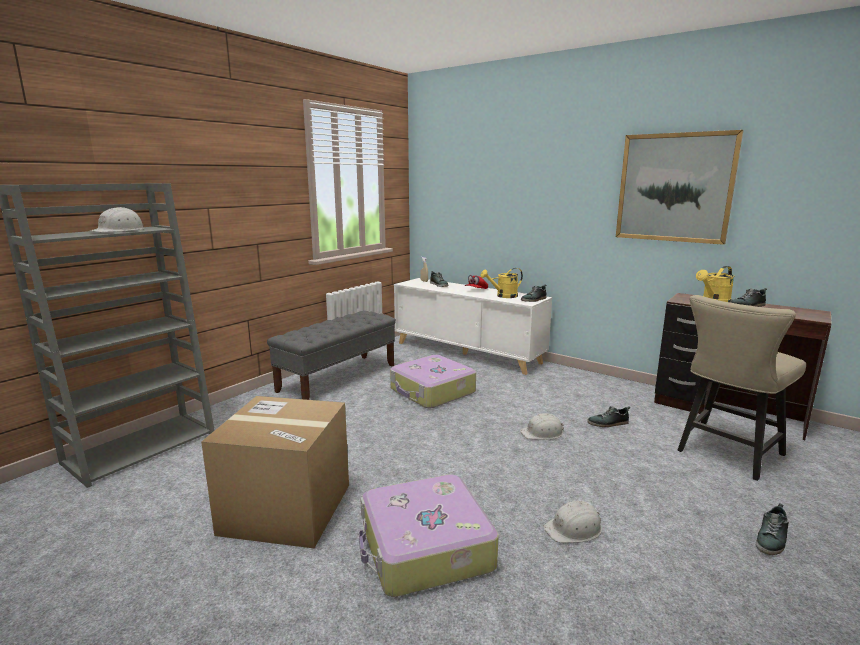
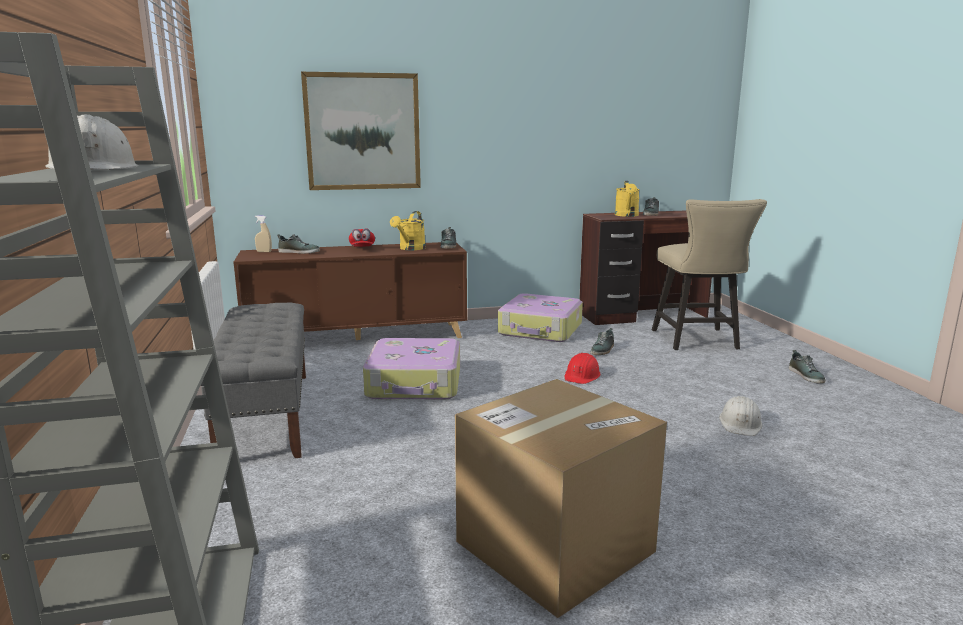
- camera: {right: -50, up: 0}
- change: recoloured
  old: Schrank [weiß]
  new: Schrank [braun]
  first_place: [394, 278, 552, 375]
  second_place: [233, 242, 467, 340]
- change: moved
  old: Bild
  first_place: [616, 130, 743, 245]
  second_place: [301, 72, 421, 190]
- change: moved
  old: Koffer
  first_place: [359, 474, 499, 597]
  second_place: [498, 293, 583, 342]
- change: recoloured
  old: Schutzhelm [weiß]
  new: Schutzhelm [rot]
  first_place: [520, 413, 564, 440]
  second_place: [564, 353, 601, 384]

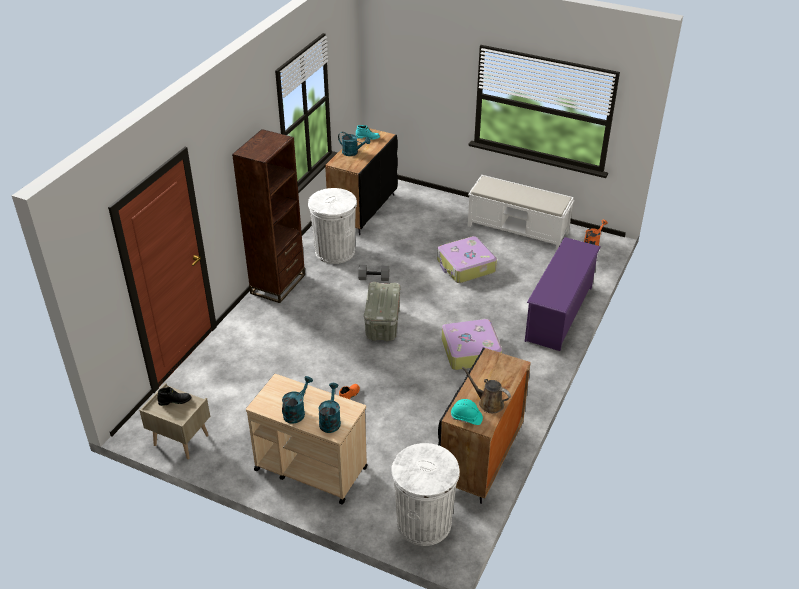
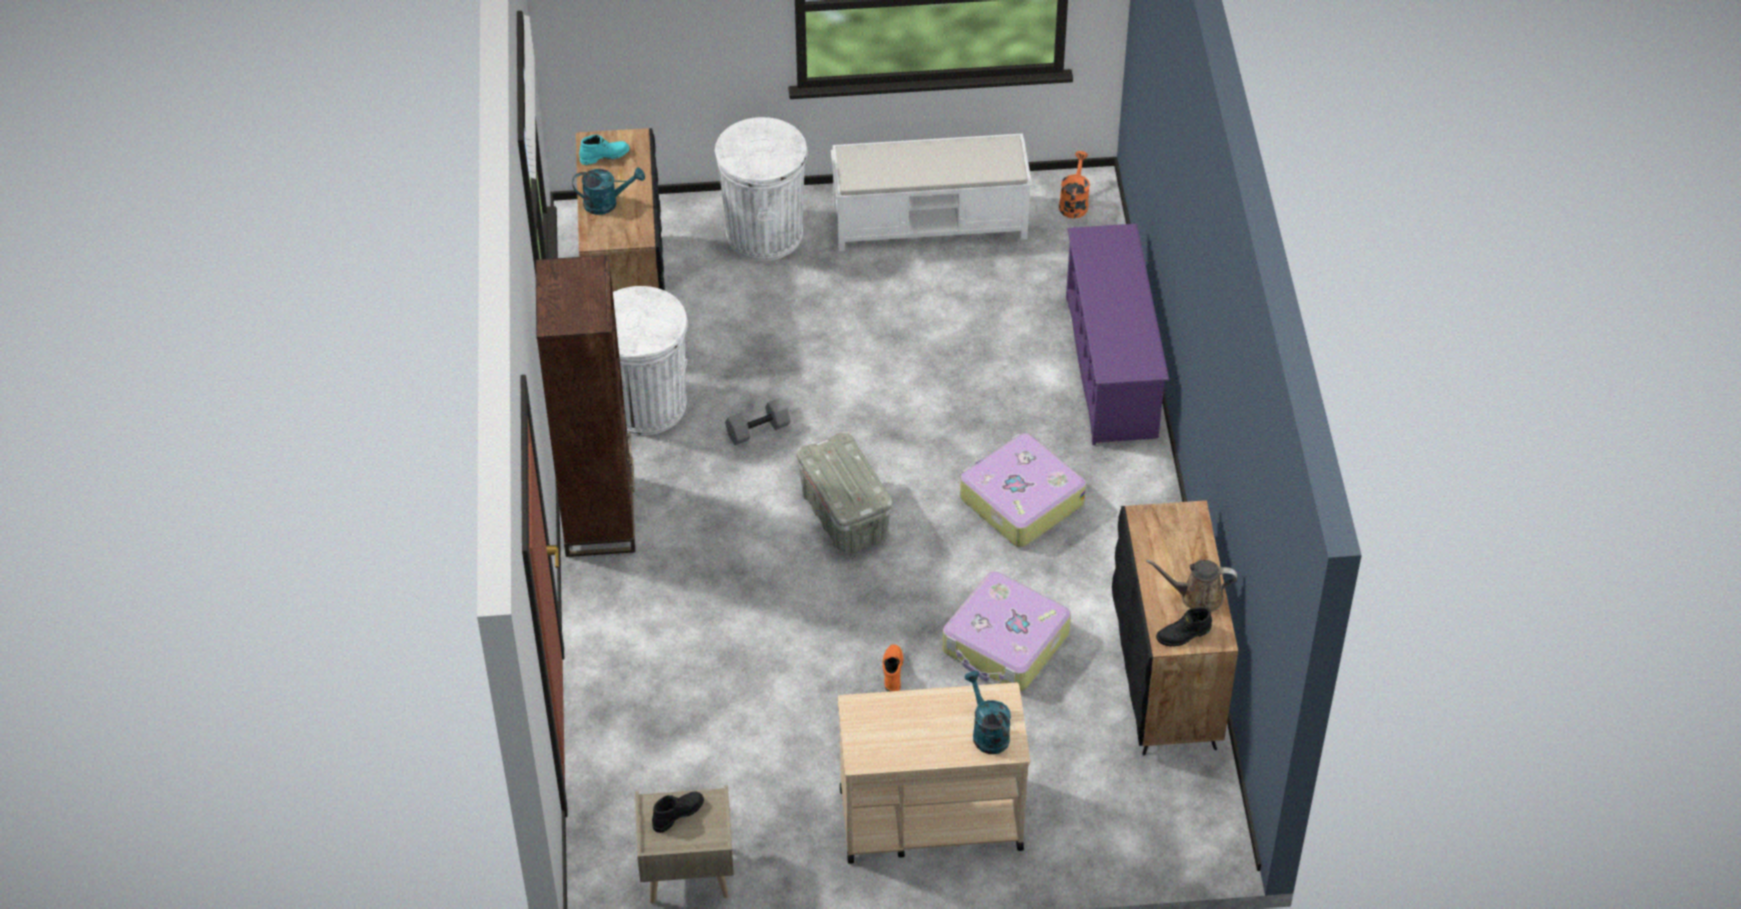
- camera: {right: -30, up: 10}
- change: moved
  old: Mülleimer [weiß]
  first_place: [391, 443, 460, 546]
  second_place: [715, 117, 808, 261]
- change: moved
  old: Koffer
  first_place: [437, 236, 497, 283]
  second_place: [943, 571, 1071, 692]
- change: replaced
  old: Schutzhelm [türkis]
  new: Stiefel [schwarz]
  first_place: [450, 399, 483, 425]
  second_place: [1156, 607, 1212, 646]
- change: removed
  old: Gießkanne [türkis]
  first_place: [282, 376, 313, 424]

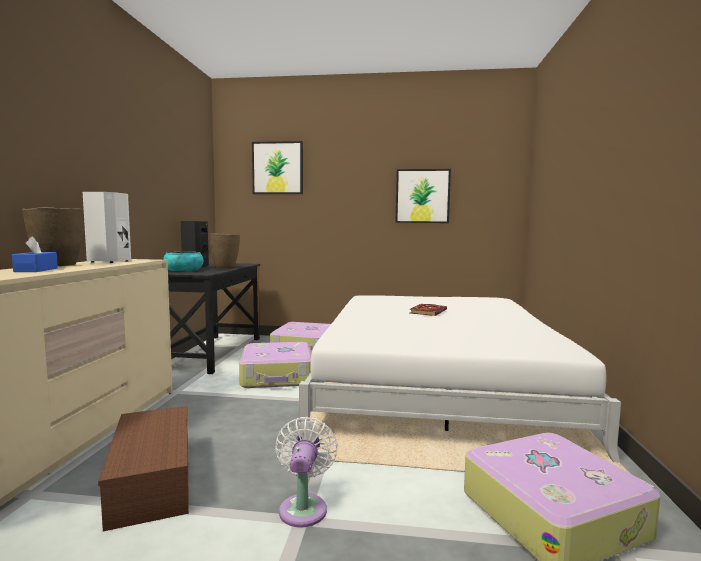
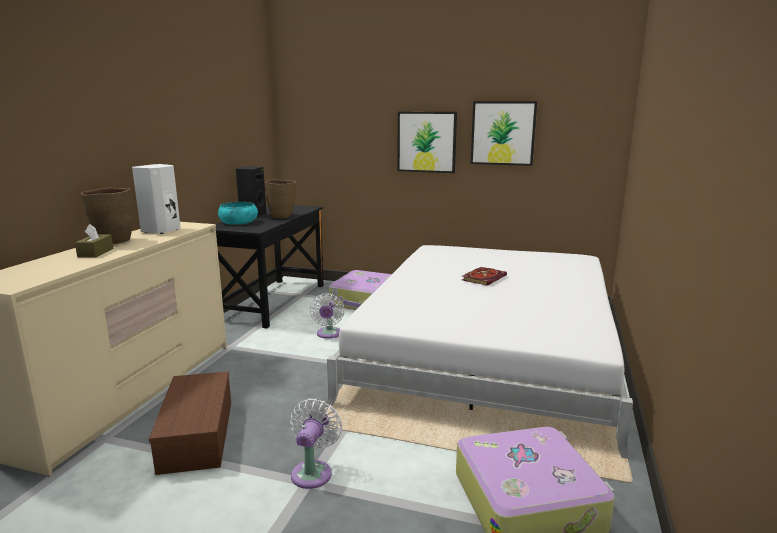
- camera: {right: 10, up: 10}
- change: recoloured
  old: Taschentuchbox [blau]
  new: Taschentuchbox [braun]
  first_place: [12, 236, 58, 272]
  second_place: [75, 224, 113, 258]
- change: replaced
  old: Koffer
  new: Ventilator [weiß]
  first_place: [239, 342, 311, 388]
  second_place: [309, 293, 345, 339]
- change: moved
  old: Bild
  first_place: [252, 141, 303, 194]
  second_place: [397, 112, 457, 173]

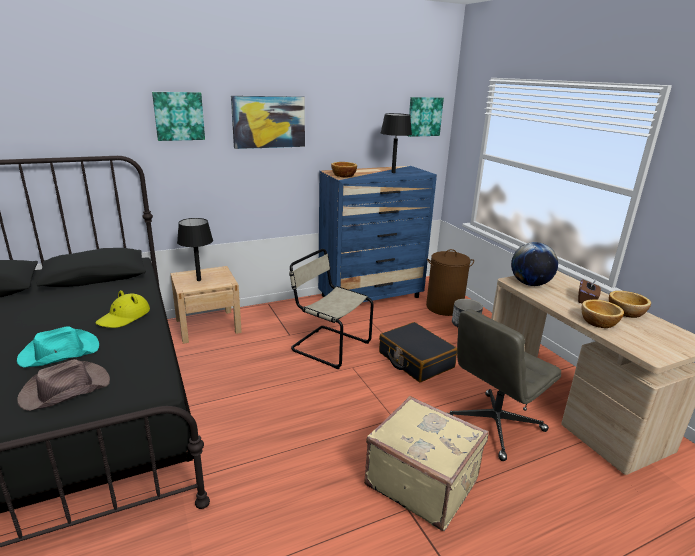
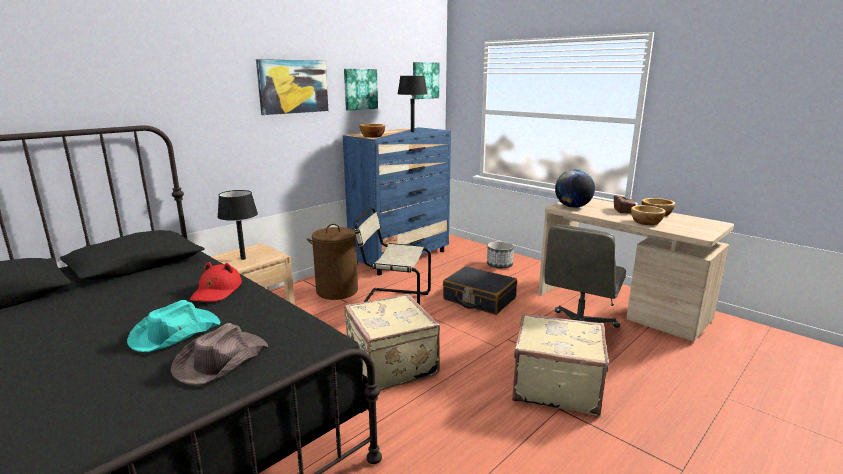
- camera: {right: -20, up: -5}
- change: recoloured
  old: Hut [gelb]
  new: Hut [rot]
  first_place: [96, 290, 150, 328]
  second_place: [190, 262, 242, 302]
- change: moved
  old: Wäschekorb [braun]
  first_place: [426, 249, 474, 316]
  second_place: [307, 224, 358, 300]
- change: moved
  old: Bild
  first_place: [152, 92, 205, 141]
  second_place: [344, 69, 378, 111]
- change: added
  new: Koffer [beige]
  second_place: [344, 294, 440, 391]

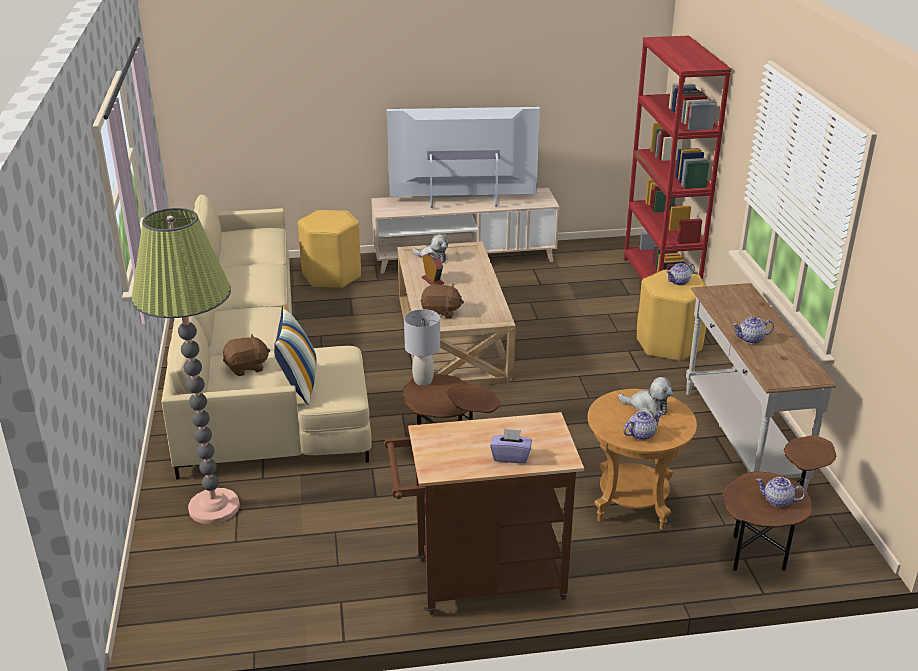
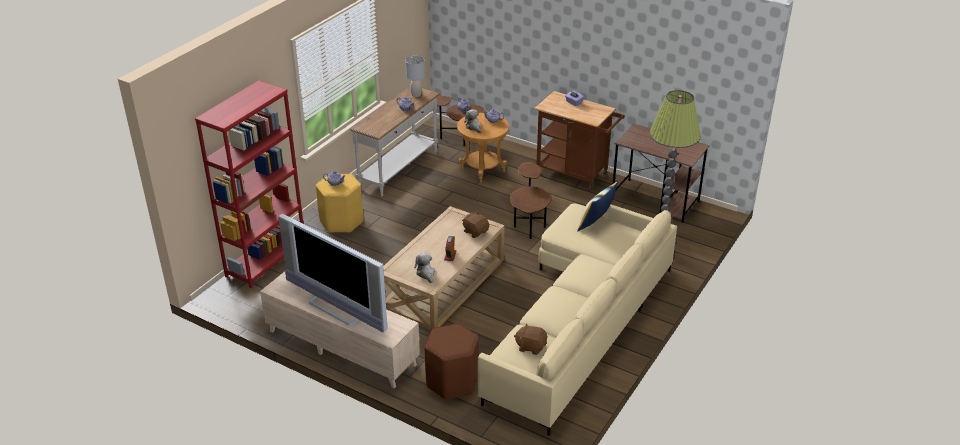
- camera: {right: -140, up: 5}
- change: moved
  old: Tischlampe [grau]
  first_place: [404, 309, 440, 386]
  second_place: [405, 56, 425, 97]
- change: recoloured
  old: Hocker [gelb]
  new: Hocker [braun]
  first_place: [298, 210, 361, 288]
  second_place: [424, 323, 479, 400]
- change: moved
  old: Plüschtier [braun]
  first_place: [223, 334, 270, 376]
  second_place: [514, 323, 547, 355]
- change: added
  new: Schreibtisch [braun]
  second_place: [613, 124, 710, 223]

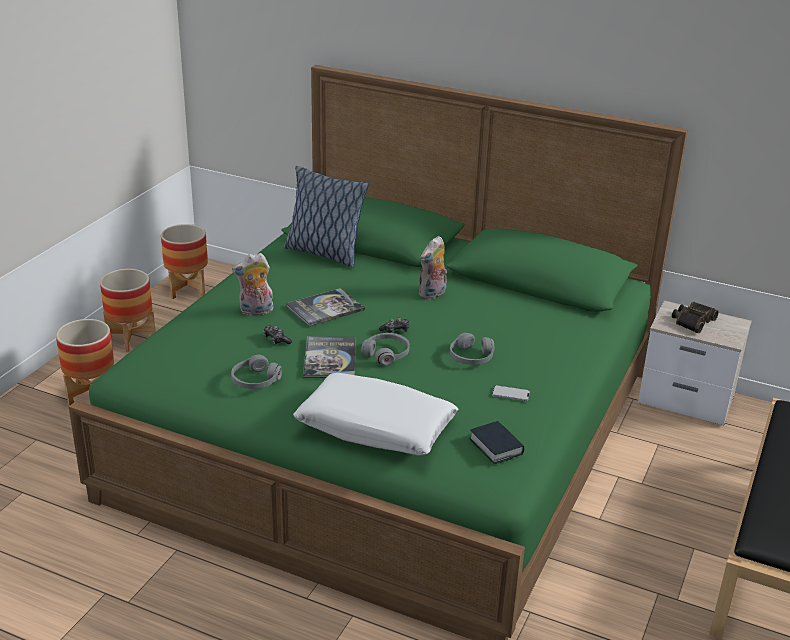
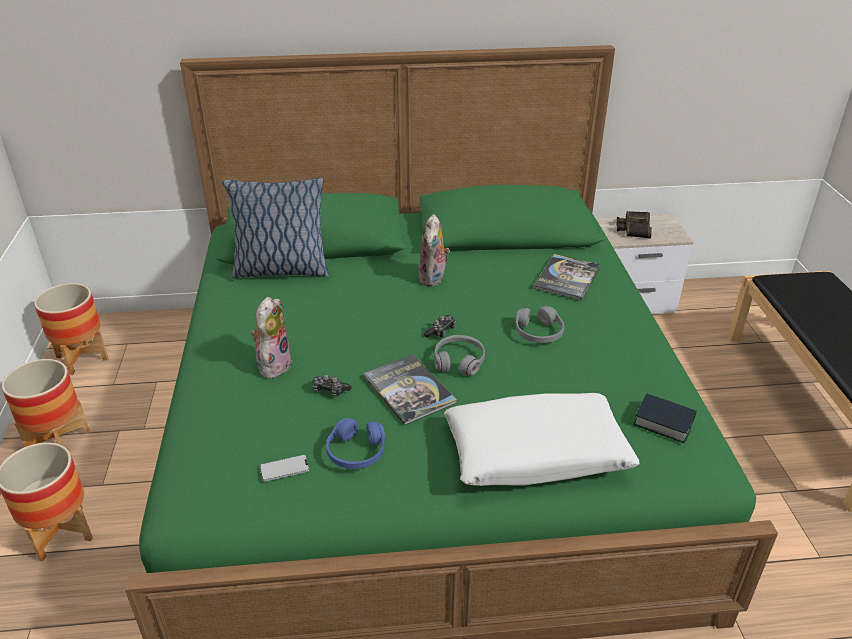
- camera: {right: -30, up: 5}
- change: turned
  old: Plüschtier
  first_place: [232, 253, 273, 316]
  second_place: [251, 297, 292, 379]
  degrees: 150
- change: moved
  old: Handy
  first_place: [492, 385, 530, 401]
  second_place: [260, 455, 309, 482]
- change: recoloured
  old: Kopfhörer [grau]
  new: Kopfhörer [blau]
  first_place: [231, 355, 282, 389]
  second_place: [326, 418, 385, 469]
- change: moved
  old: Buch
  first_place: [286, 288, 365, 326]
  second_place: [533, 254, 601, 300]

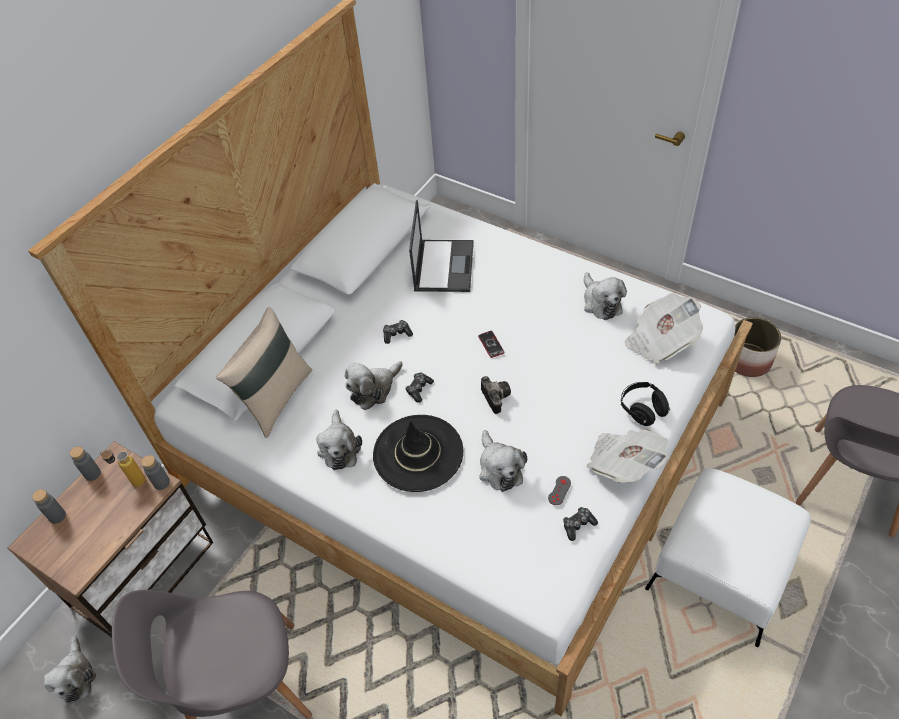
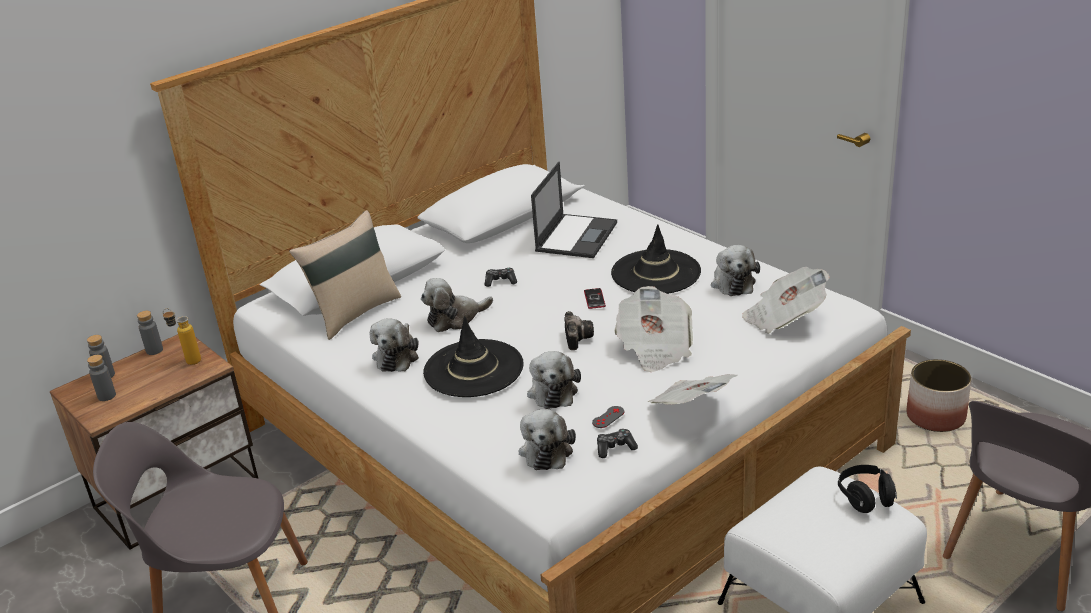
- camera: {right: 15, up: -20}
- change: moved
  old: Flasche [grau]
  first_place: [141, 455, 170, 490]
  second_place: [87, 355, 116, 401]
- change: moved
  old: Plüschtier
  first_place: [44, 636, 97, 703]
  second_place: [518, 409, 576, 470]
- change: added
  new: Hut [schwarz]
  second_place: [611, 224, 701, 294]
- change: added
  new: Zeitung
  second_place: [614, 286, 693, 372]
- change: moved
  old: Kopfhörer [schwarz]
  first_place: [621, 382, 670, 426]
  second_place: [838, 465, 897, 513]
- change: removed
  old: Gamepad
  first_place: [405, 373, 434, 403]

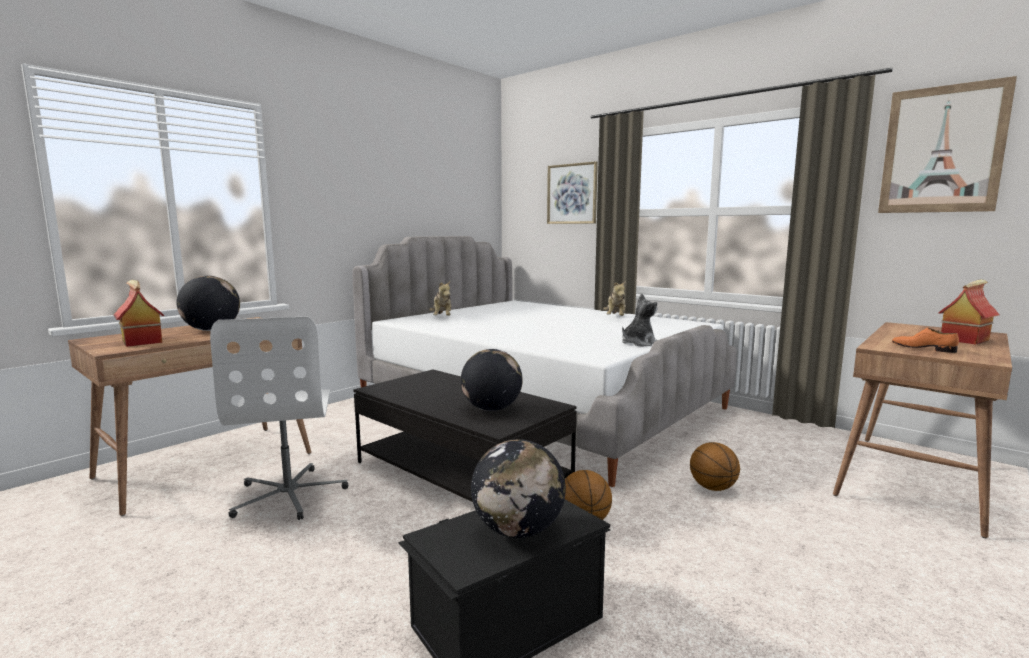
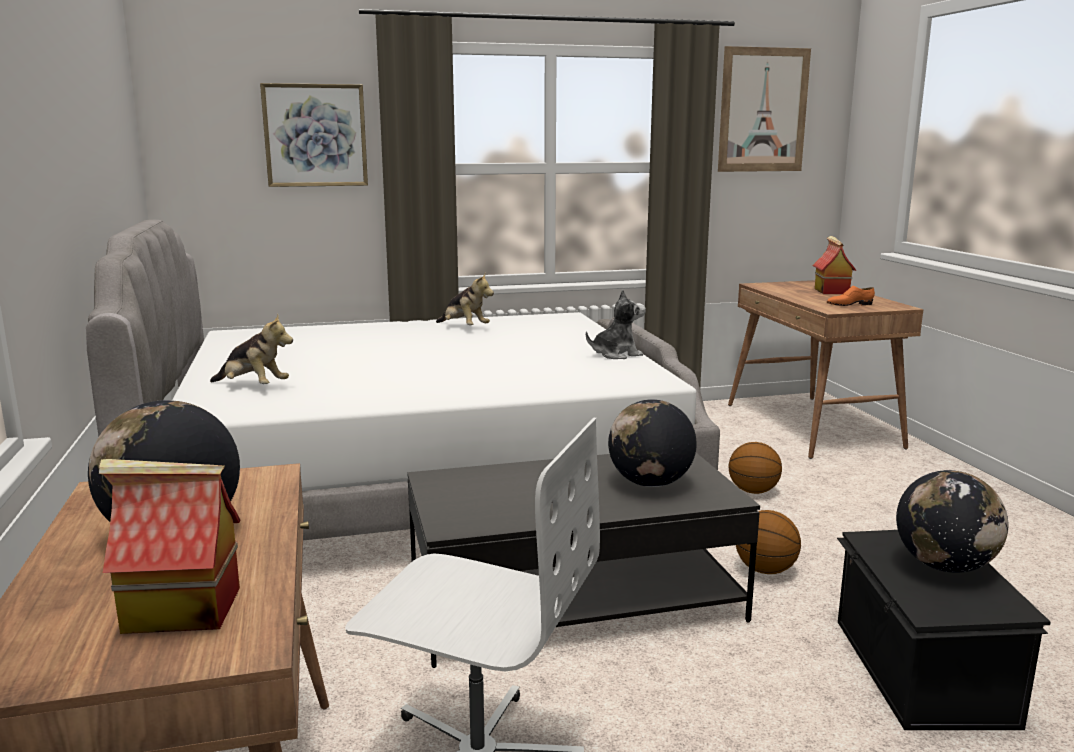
- camera: {right: -55, up: 5}
- change: turned
  old: Plüschtier
  first_place: [622, 293, 657, 346]
  second_place: [586, 290, 646, 359]
  degrees: 75

